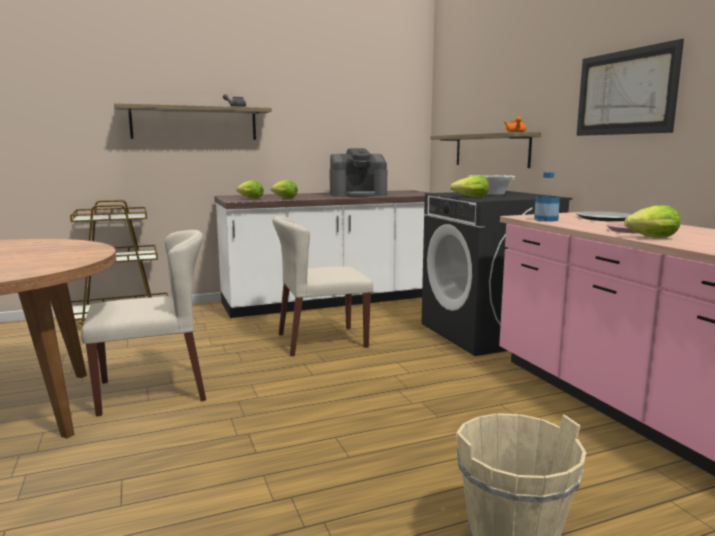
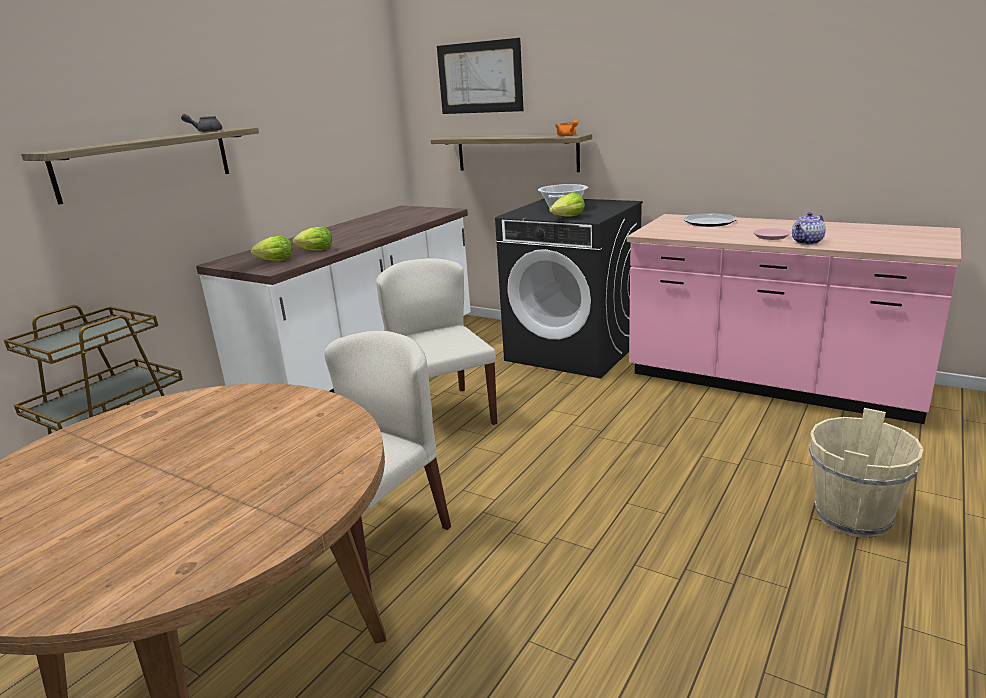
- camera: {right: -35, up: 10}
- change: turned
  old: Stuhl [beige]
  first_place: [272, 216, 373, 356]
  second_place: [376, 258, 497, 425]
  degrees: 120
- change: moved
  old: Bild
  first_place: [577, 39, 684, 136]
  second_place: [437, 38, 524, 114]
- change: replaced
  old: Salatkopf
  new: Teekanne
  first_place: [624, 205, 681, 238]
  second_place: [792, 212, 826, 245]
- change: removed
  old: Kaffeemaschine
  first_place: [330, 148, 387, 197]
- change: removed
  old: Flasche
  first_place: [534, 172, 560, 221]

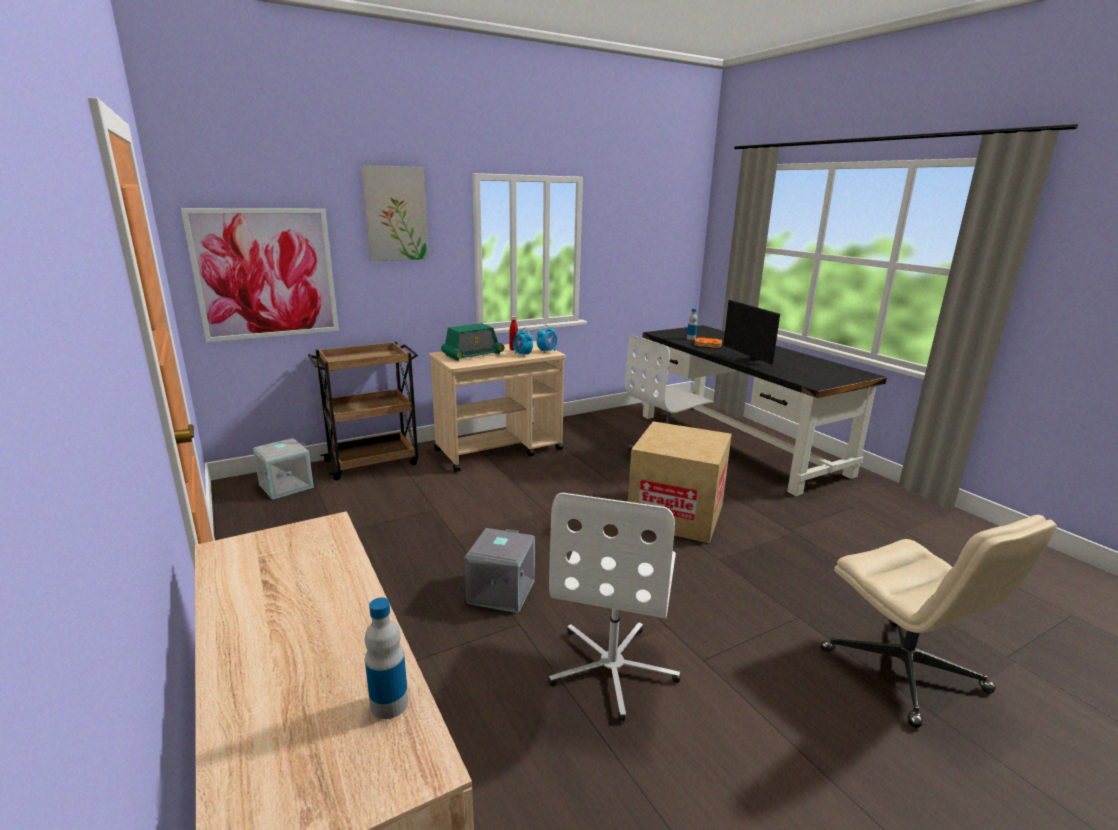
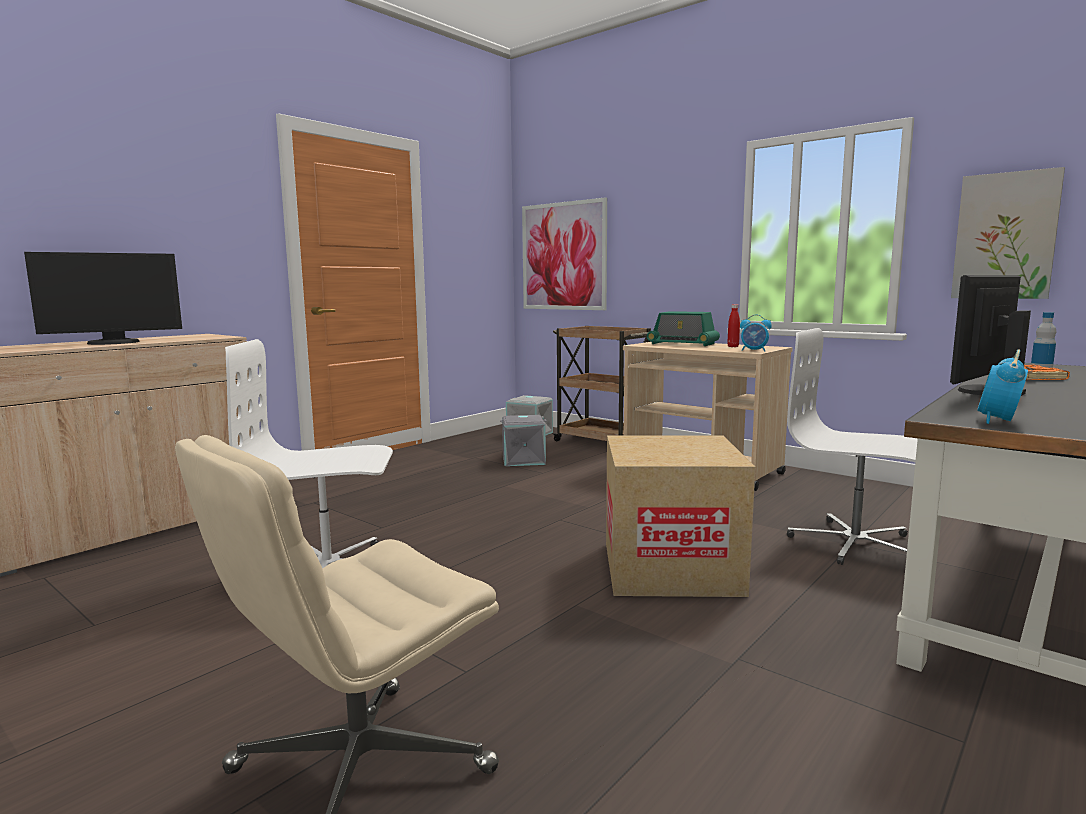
- camera: {right: 70, up: -10}
- change: added
  new: Monitor
  second_place: [24, 252, 182, 345]
- change: moved
  old: Aufbewahrungsbox [grau]
  first_place: [465, 528, 535, 613]
  second_place: [500, 415, 547, 466]
- change: moved
  old: Bild
  first_place: [361, 165, 429, 261]
  second_place: [951, 167, 1065, 299]
- change: moved
  old: Wecker
  first_place: [513, 327, 533, 357]
  second_place: [977, 349, 1028, 424]
- change: removed
  old: Flasche
  first_place: [365, 598, 408, 719]

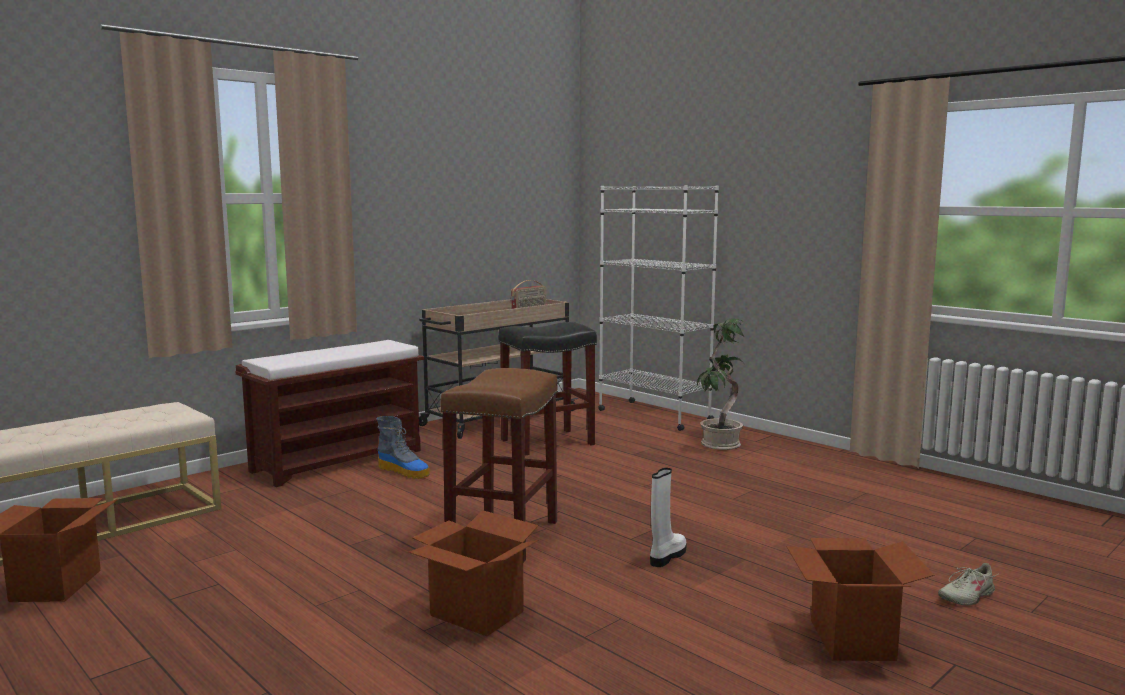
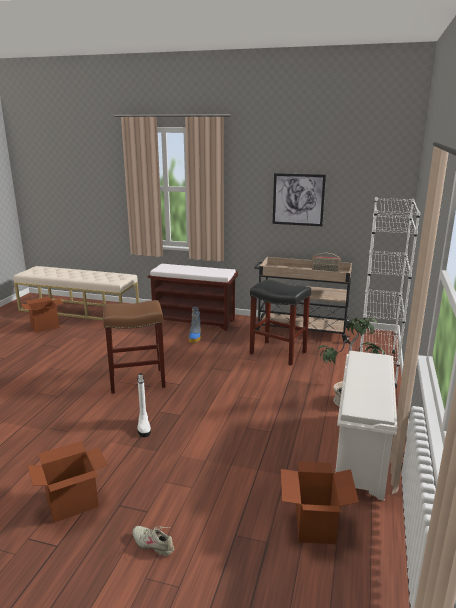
- camera: {right: 60, up: 10}
- change: turned
  old: Stiefel [weiß]
  first_place: [650, 468, 687, 567]
  second_place: [137, 374, 151, 437]
  degrees: 75
- change: added
  new: Bild
  second_place: [273, 173, 326, 226]
- change: moved
  old: Karton
  first_place: [408, 510, 539, 636]
  second_place: [281, 461, 359, 544]
- change: added
  new: Schuhregal [weiß]
  second_place: [335, 351, 397, 501]

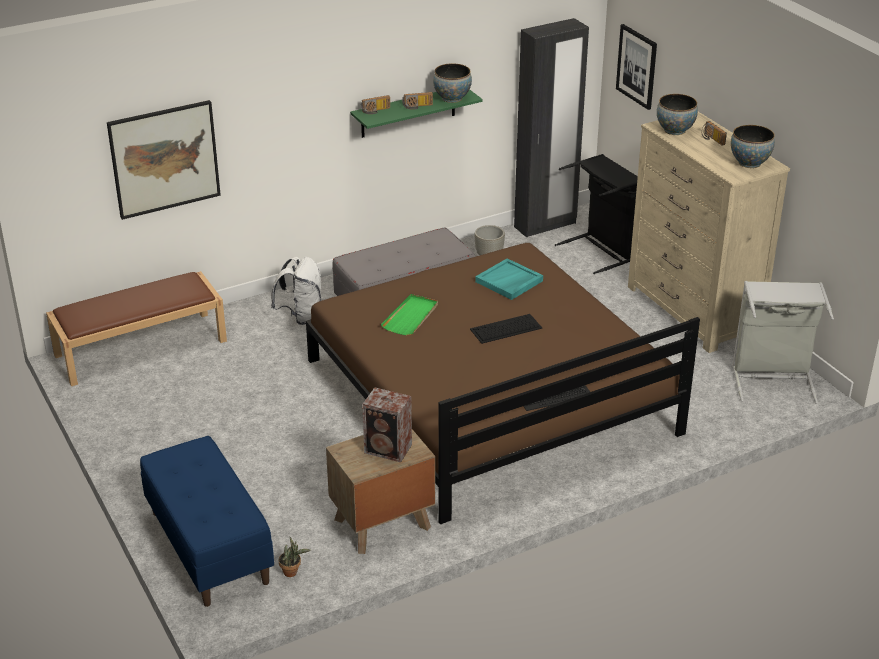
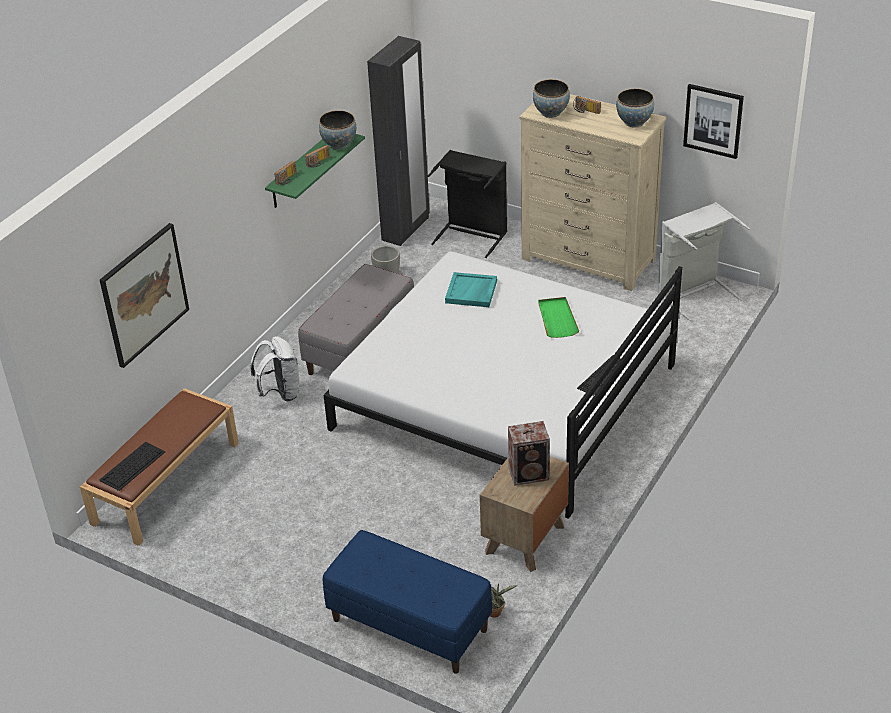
- camera: {right: -30, up: 5}
- change: moved
  old: Tastatur
  first_place: [470, 314, 542, 344]
  second_place: [99, 442, 166, 491]
- change: recoloured
  old: Bett [braun]
  new: Bett [weiß]
  first_place: [306, 243, 700, 524]
  second_place: [324, 251, 682, 519]
- change: moved
  old: Tablett [grün]
  first_place: [381, 294, 438, 336]
  second_place: [538, 297, 579, 338]
- change: moved
  old: Bild
  first_place: [616, 24, 657, 110]
  second_place: [683, 84, 744, 159]

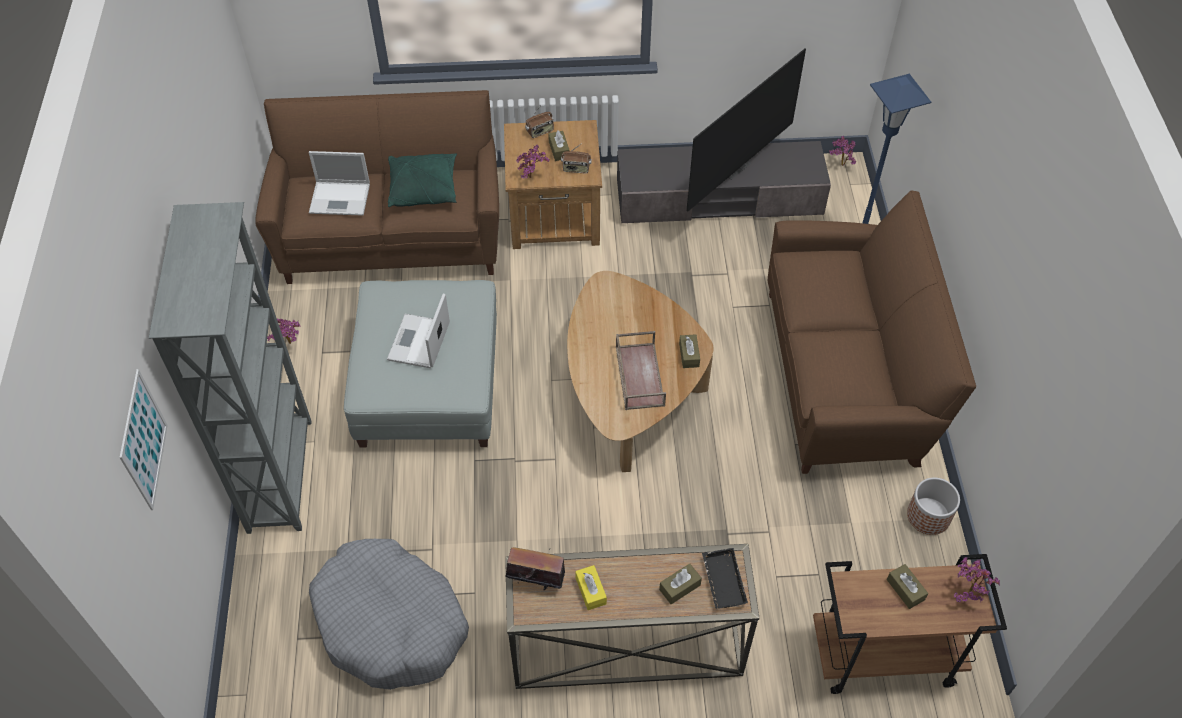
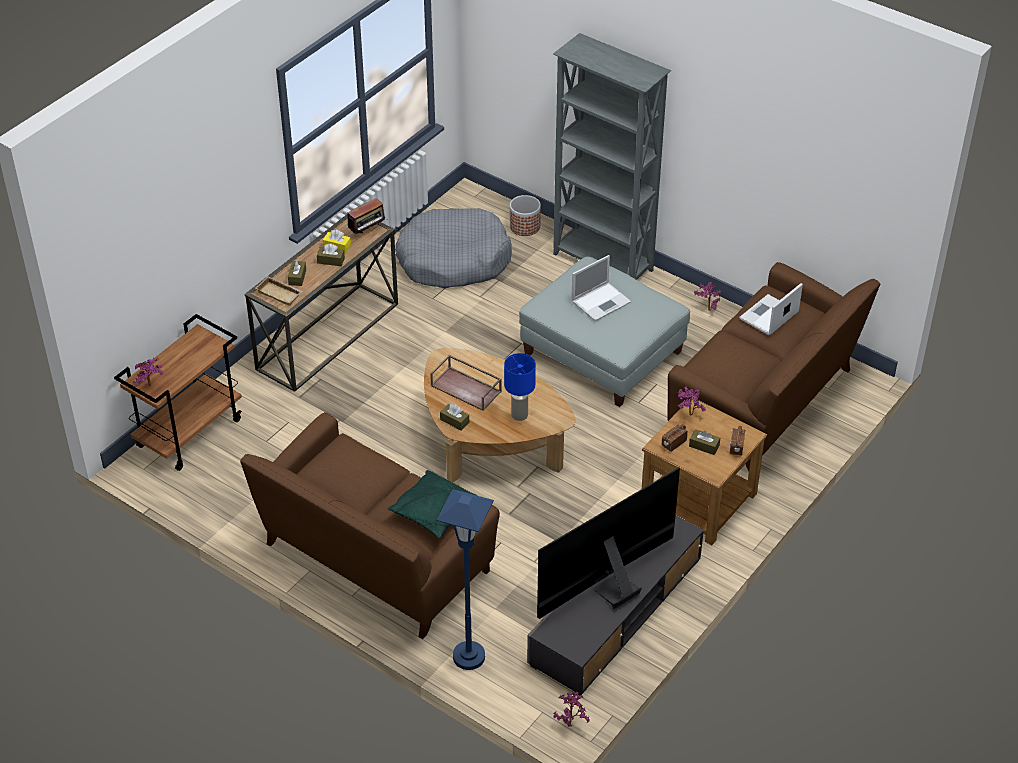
- camera: {right: 130, up: -10}
- change: recoloured
  old: Tablett [schwarz]
  new: Tablett [beige]
  first_place: [702, 548, 748, 609]
  second_place: [255, 276, 302, 306]
- change: moved
  old: Taschentuchbox [braun]
  first_place: [887, 564, 928, 609]
  second_place: [317, 244, 345, 266]
- change: moved
  old: Kissen [grün]
  first_place: [388, 153, 457, 207]
  second_place: [387, 470, 476, 539]
- change: added
  new: Tischlampe [blau]
  second_place: [504, 353, 536, 421]
- change: moved
  old: Pflanzkübel
  first_place: [907, 477, 960, 535]
  second_place: [510, 195, 541, 236]
- change: turned
  old: Fernseher
  first_place: [687, 49, 806, 212]
  second_place: [537, 468, 680, 619]
  degrees: 60
- change: turned
  old: Laptop
  first_place: [387, 293, 450, 368]
  second_place: [571, 255, 631, 321]
  degrees: 90
- change: removed
  old: Bild
  first_place: [119, 369, 168, 510]

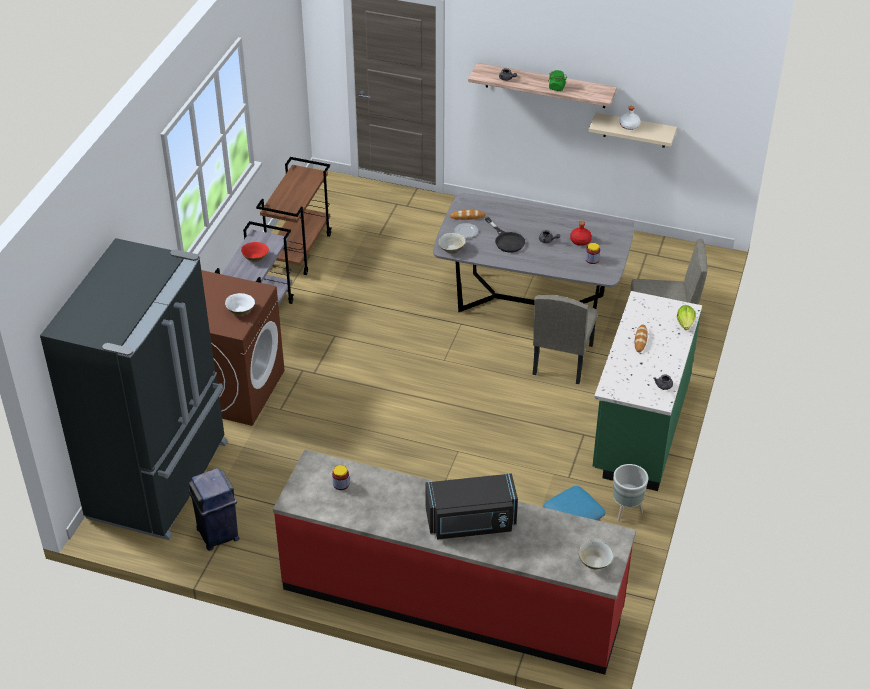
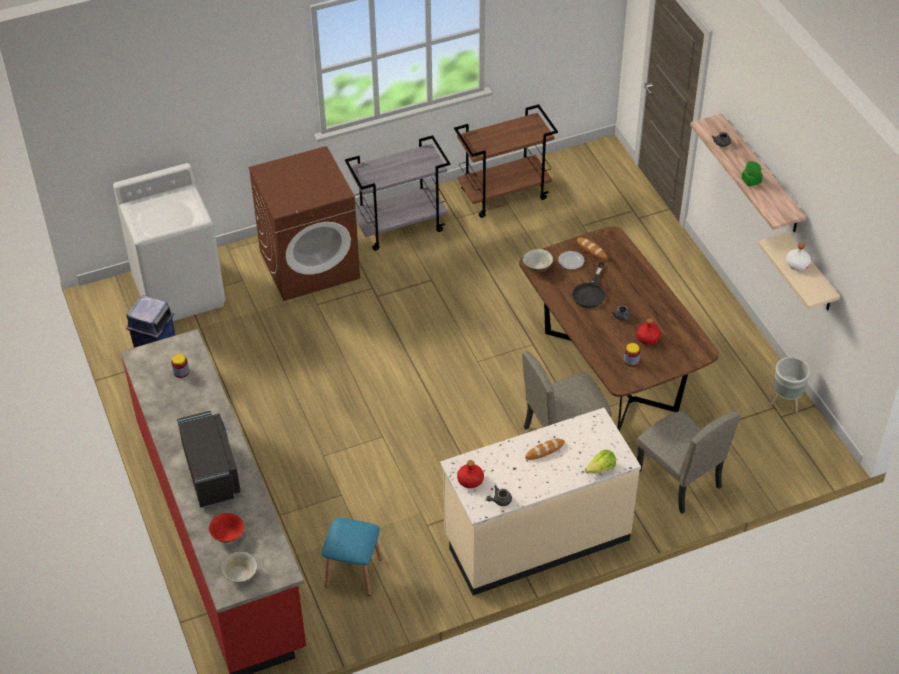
- camera: {right: 50, up: 5}
- change: replaced
  old: Kühlschrank [schwarz]
  new: Waschmaschine [weiß]
  first_place: [40, 238, 228, 540]
  second_place: [113, 163, 225, 321]
- change: turned
  old: Mikrowelle [schwarz]
  first_place: [425, 473, 518, 539]
  second_place: [177, 411, 241, 508]
  degrees: -150
- change: moved
  old: Schüssel [rot]
  first_place: [241, 242, 269, 262]
  second_place: [209, 513, 244, 543]
- change: recoloured
  old: Küchenzeile [grün]
  new: Küchenzeile [beige]
  first_place: [592, 291, 702, 491]
  second_place: [440, 408, 641, 595]
- change: added
  new: Flasche [rot]
  second_place: [457, 460, 484, 488]
- change: recoloured
  old: Esstisch [grau]
  new: Esstisch [braun]
  first_place: [433, 193, 634, 312]
  second_place: [519, 227, 719, 432]
- change: moved
  old: Pflanzkübel [grau]
  first_place: [613, 464, 648, 522]
  second_place: [770, 357, 810, 413]
- change: removed
  old: Schüssel [weiß]
  first_place: [225, 293, 255, 316]

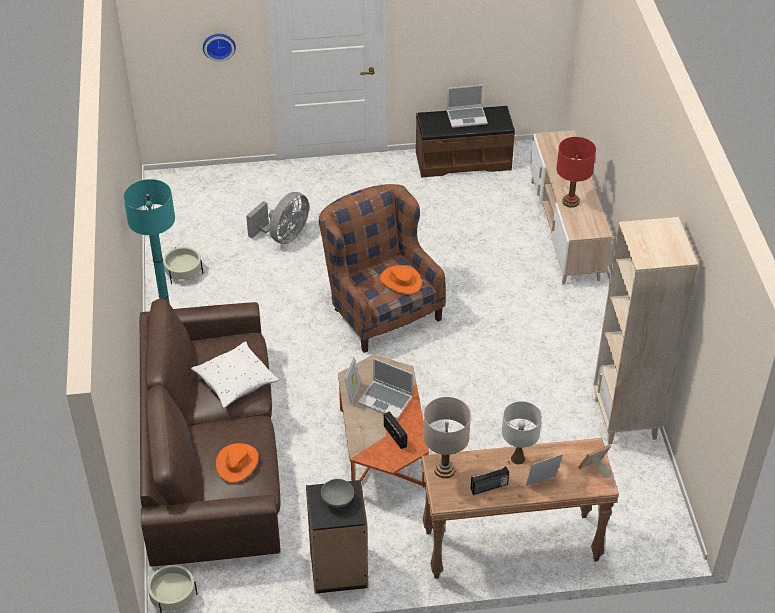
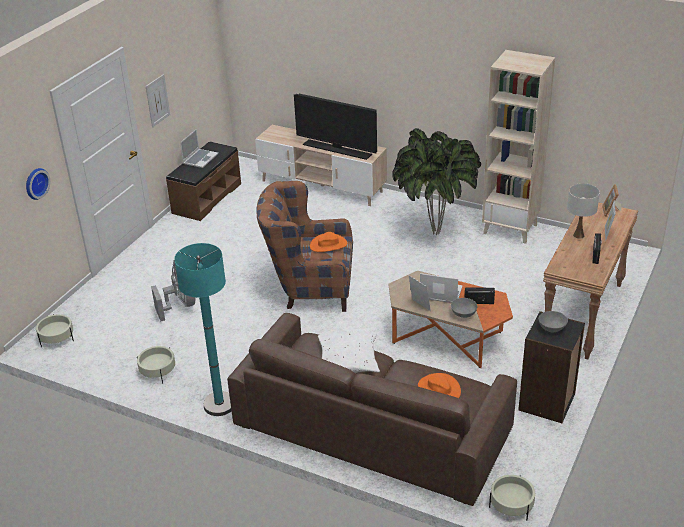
- camera: {right: -55, up: -10}
- change: added
  new: Pflanzkübel [beige]
  second_place: [36, 314, 74, 347]
- change: added
  new: Bild
  second_place: [146, 74, 170, 127]
- change: replaced
  old: Tischlampe [rot]
  new: Fernseher
  first_place: [556, 137, 596, 208]
  second_place: [294, 94, 377, 160]
- change: added
  new: Topfpflanze
  second_place: [393, 128, 481, 235]
- change: turned
  old: Laptop
  first_place: [358, 358, 413, 419]
  second_place: [420, 273, 463, 303]
  degrees: -135
- change: added
  new: Schüssel [grau]
  second_place: [451, 298, 477, 318]
- change: removed
  old: Tischlampe [beige]
  first_place: [423, 397, 471, 478]

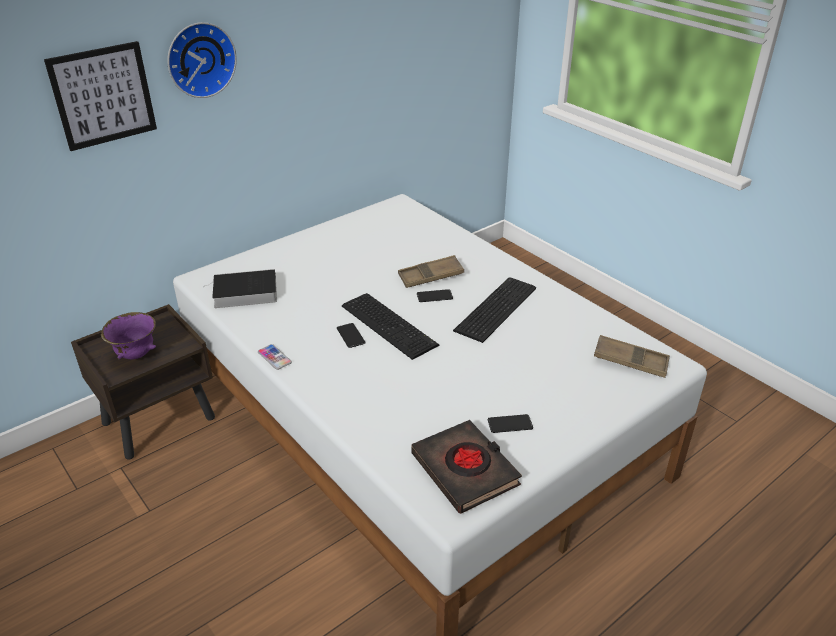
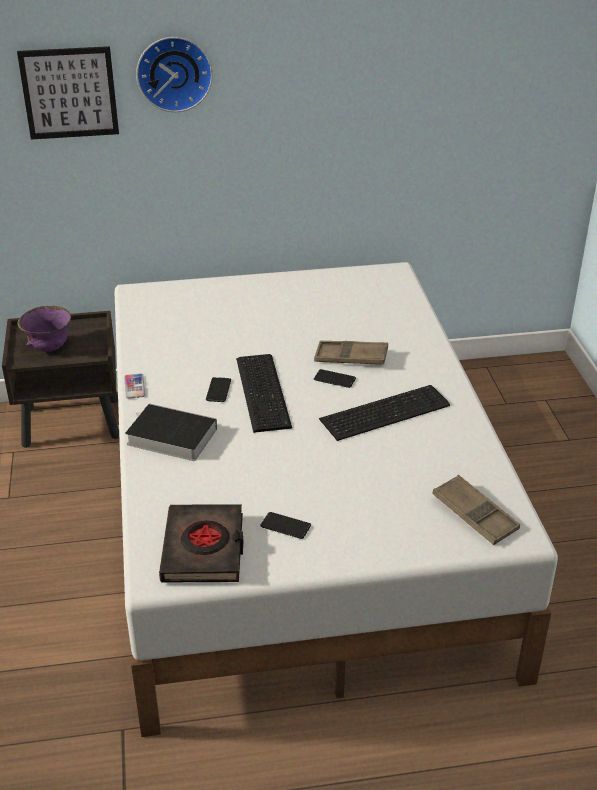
- camera: {right: 30, up: 0}
- change: moved
  old: Buch
  first_place: [204, 269, 277, 308]
  second_place: [125, 403, 217, 461]

